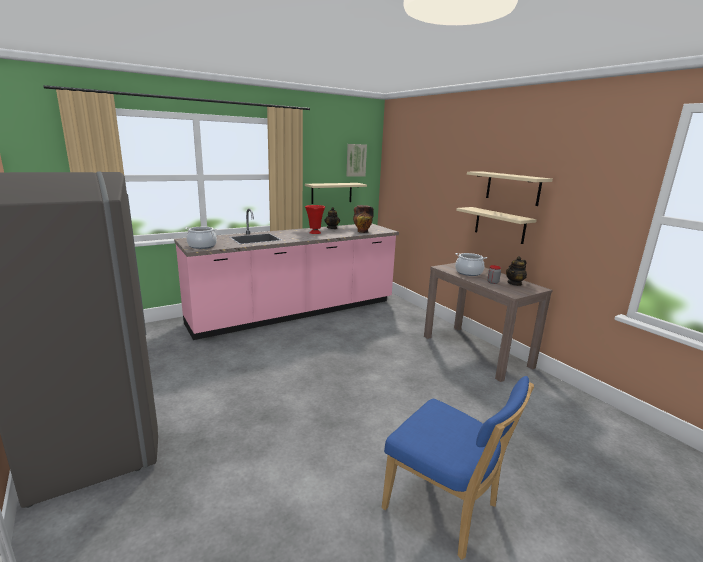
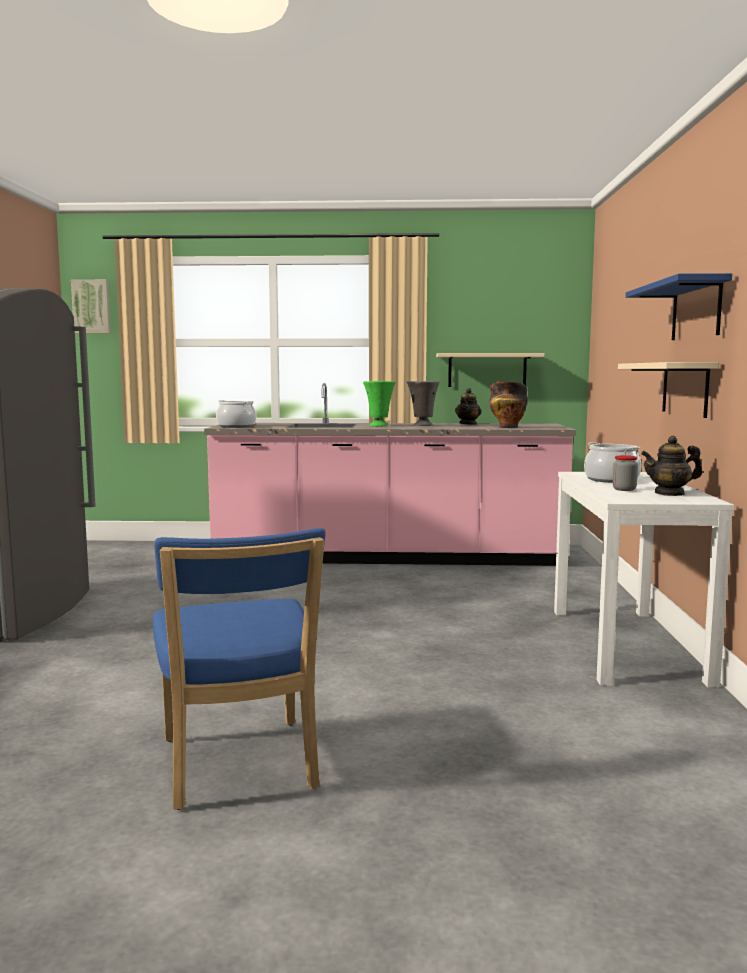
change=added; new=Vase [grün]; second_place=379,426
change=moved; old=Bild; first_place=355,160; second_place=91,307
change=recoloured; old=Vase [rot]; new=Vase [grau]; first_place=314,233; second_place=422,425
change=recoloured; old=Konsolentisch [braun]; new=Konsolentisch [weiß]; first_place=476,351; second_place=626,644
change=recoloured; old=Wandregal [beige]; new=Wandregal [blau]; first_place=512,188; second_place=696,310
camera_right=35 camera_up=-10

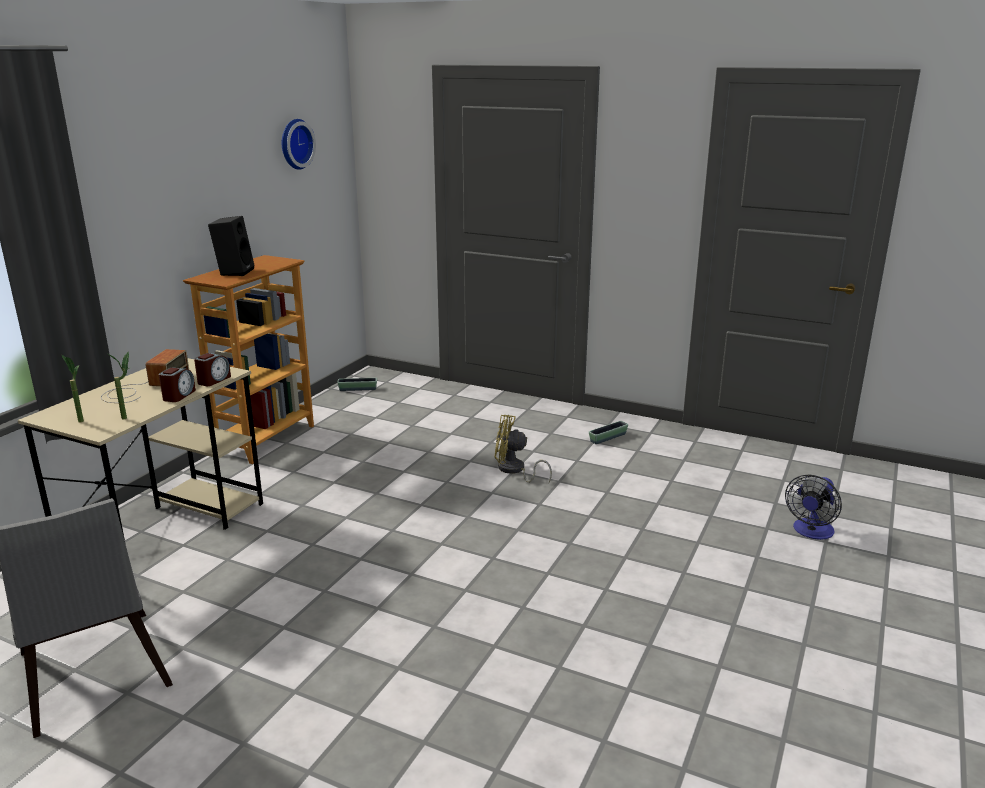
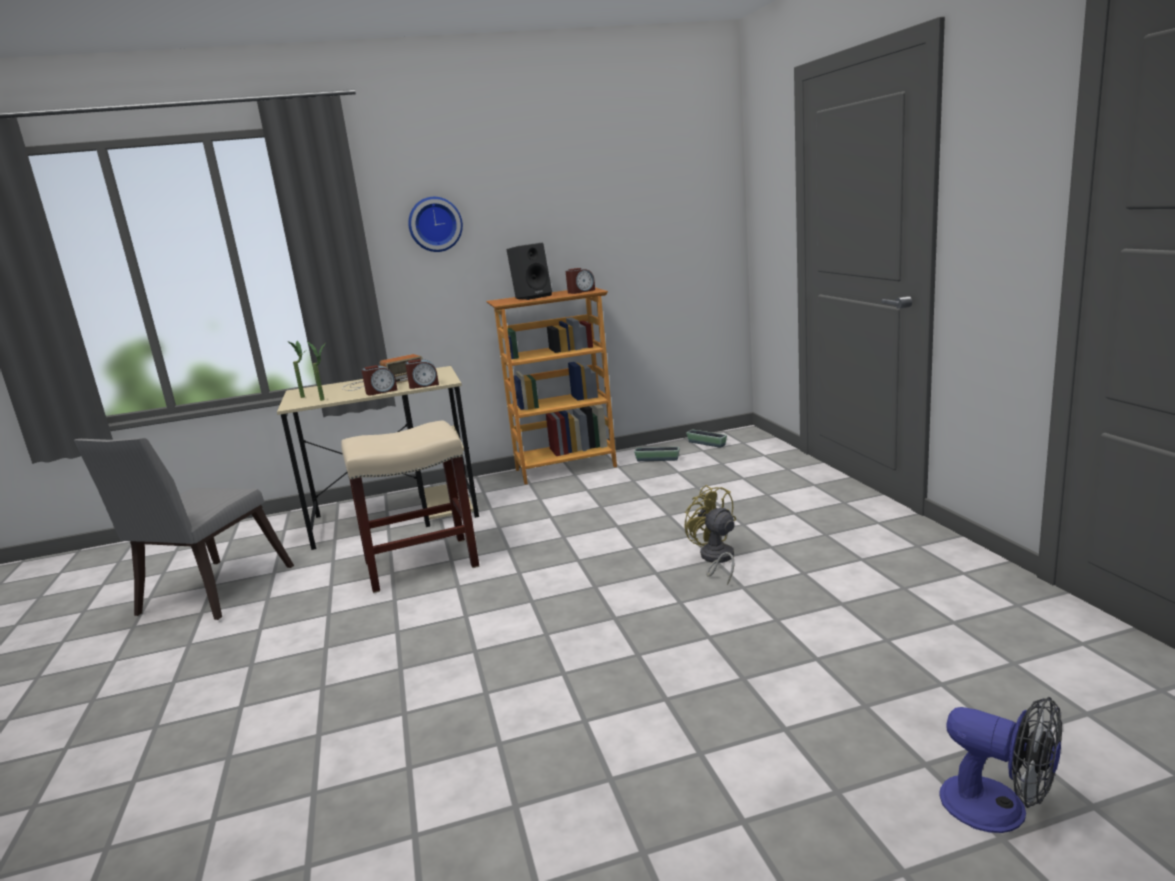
change=added; new=Hocker [beige]; second_place=420,564
change=added; new=Wecker; second_place=581,291
change=moved; old=Wanduhr; first_place=294,144; second_place=435,224
change=moved; old=Pflanzkübel; first_place=608,438; second_place=657,459
change=turned; old=Ventilator; first_place=811,532; second_place=998,810; degrees=-135
camera_right=50 camera_up=-5

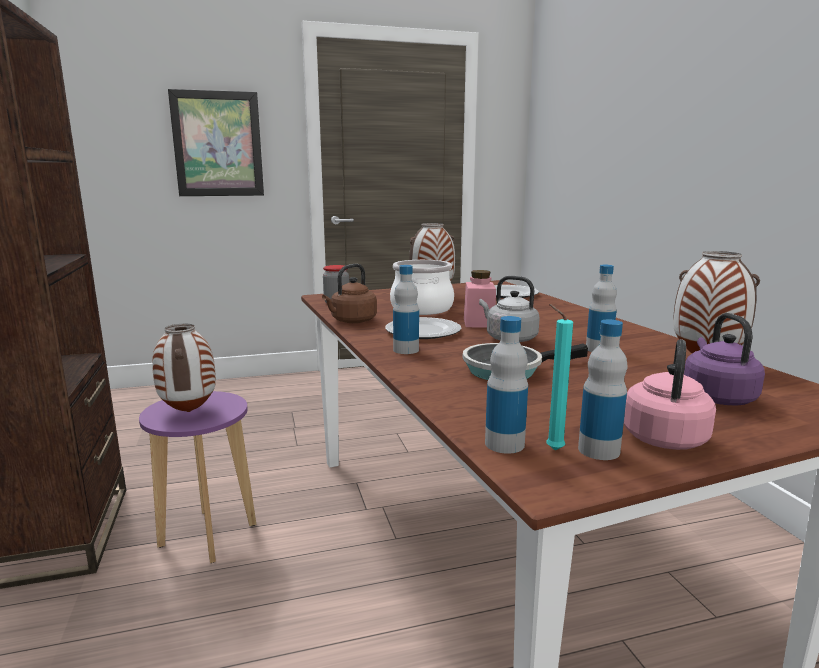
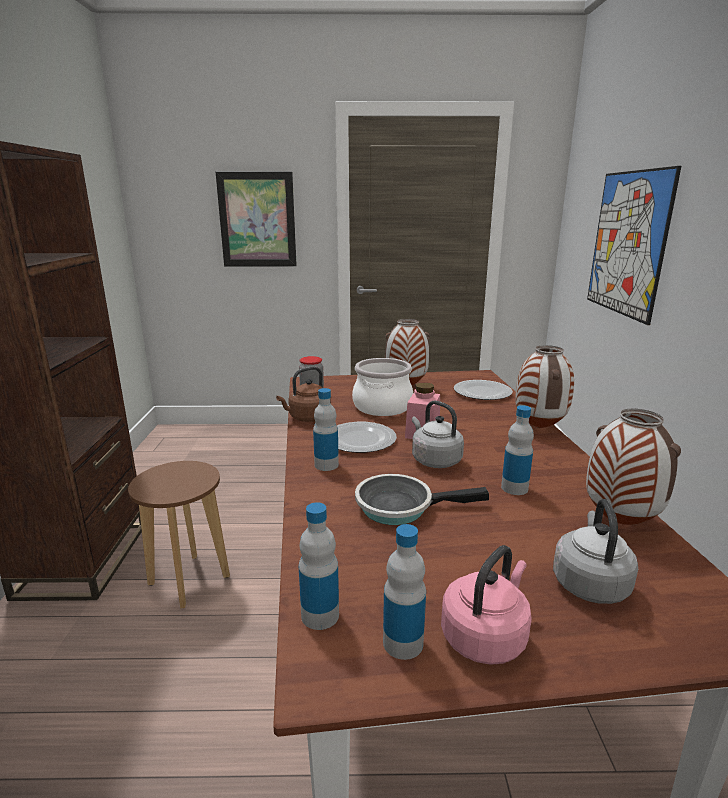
change=removed; old=Kerze [türkis]; first_place=551,449
change=added; new=Bild; second_place=627,243
change=moved; old=Vase; first_place=190,412; second_place=540,428
change=recoloured; old=Hocker [lila]; new=Hocker [braun]; first_place=207,535; second_place=189,580
change=recoloured; old=Wasserkessel [lila]; new=Wasserkessel [grau]; first_place=716,397; second_place=589,582
camera_right=15 camera_up=5

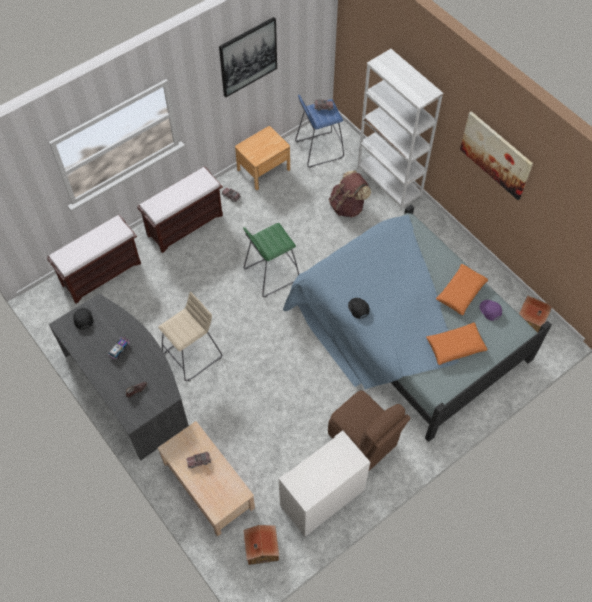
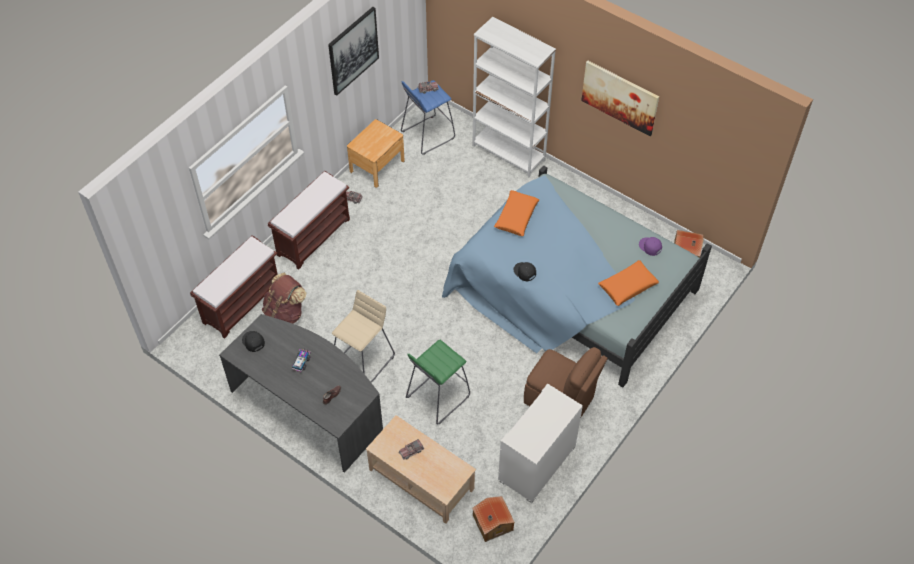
change=moved; old=Hocker [grün]; first_place=270,274; second_place=437,397
change=moved; old=Rucksack [braun]; first_place=348,206; second_place=285,312
change=moved; old=Kissen [orange]; first_place=461,292; second_place=516,217
camera_right=-15 camera_up=-5

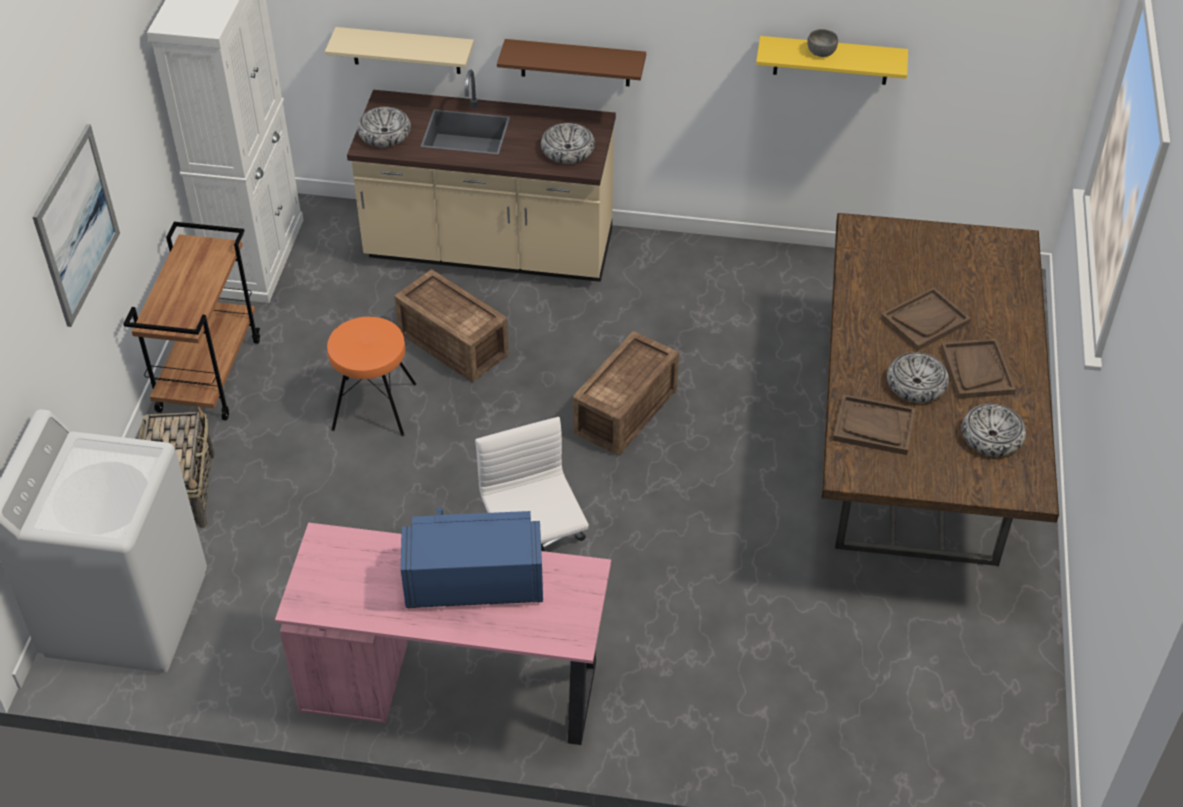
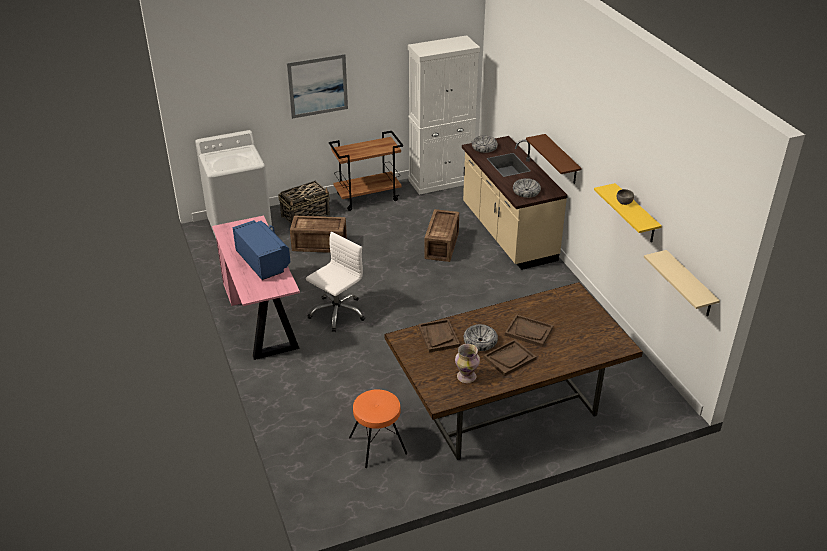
change=moved; old=Wandregal [beige]; first_place=406,50; second_place=689,284
change=moved; old=Hocker [orange]; first_place=373,407; second_place=377,445
change=moved; old=Kiste; first_place=628,411; second_place=320,245
change=replaced; old=Schüssel; new=Vase; first_place=991,437; second_place=466,376
camera_right=60 camera_up=-10

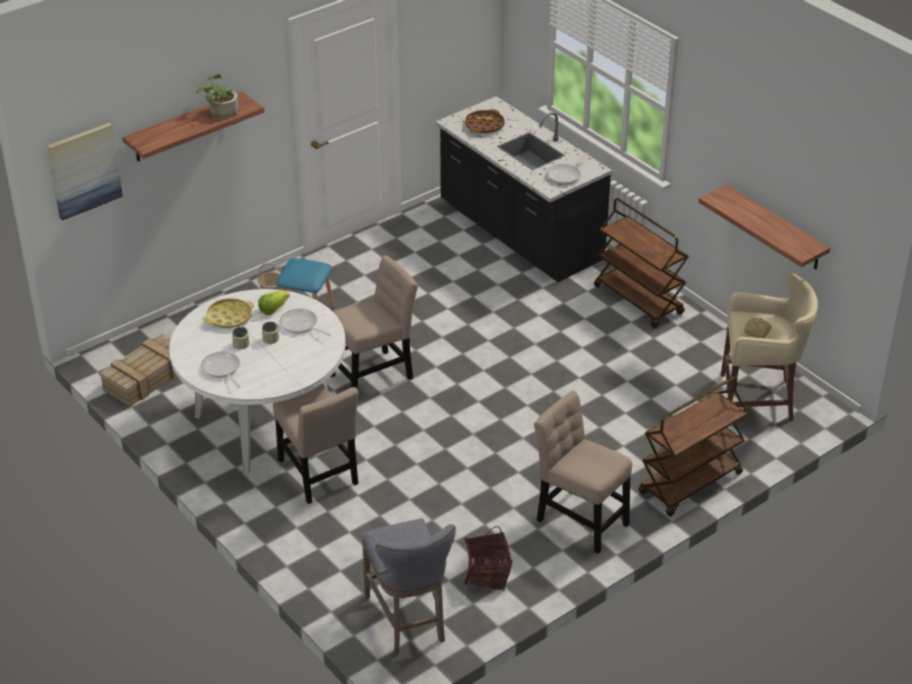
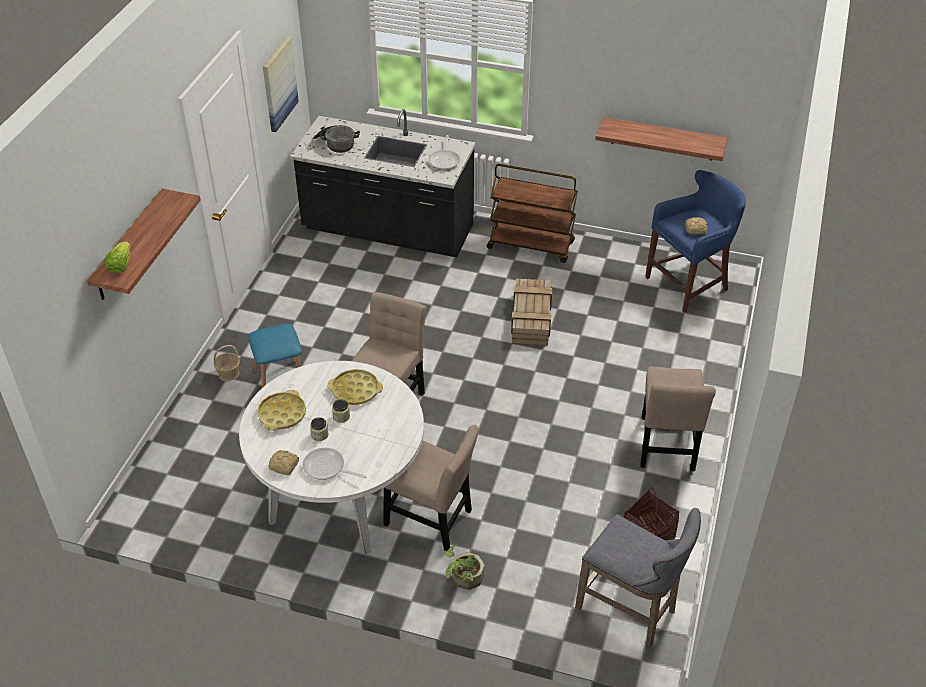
change=removed; old=Rollwagen [braun]; first_place=690,484
change=added; new=Brot; second_place=284,466
change=moved; old=Bild; first_place=84,170; second_place=279,84
change=moved; old=Kiste; first_place=147,377; second_place=531,318
change=moved; old=Topfpflanze; first_place=220,111; second_place=464,579
change=moved; old=Salatkopf; first_place=273,309; second_place=120,265
change=replaced; old=Pfanne; new=Tablett [gelb]; first_place=301,325; second_place=355,390
change=replaced; old=Tablett [braun]; new=Kochtopf; first_place=484,125; second_place=335,144
change=recoloured; old=Hocker [beige]; new=Hocker [blau]; first_place=759,398; second_place=689,284
change=turned; old=Stuhl [beige]; first_place=579,519; second_place=666,447; degrees=-90
camera_right=-35 camera_up=5

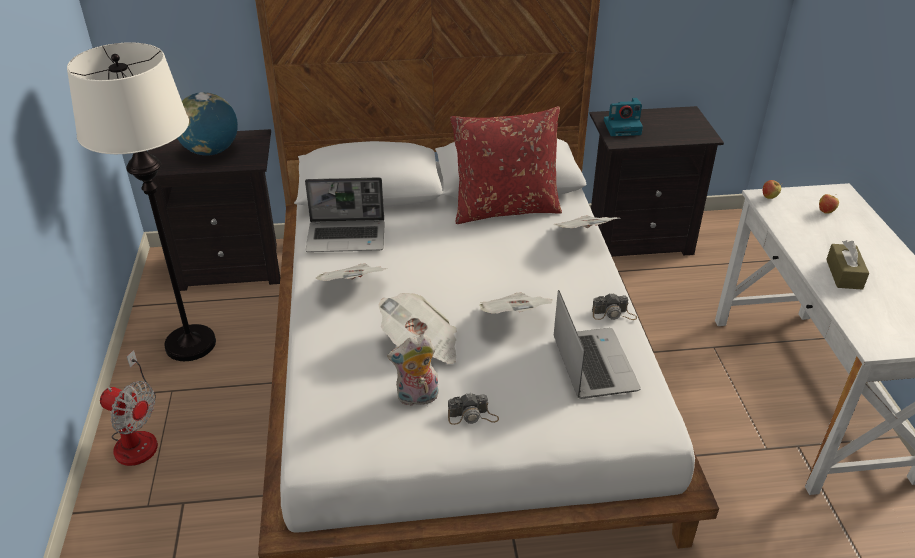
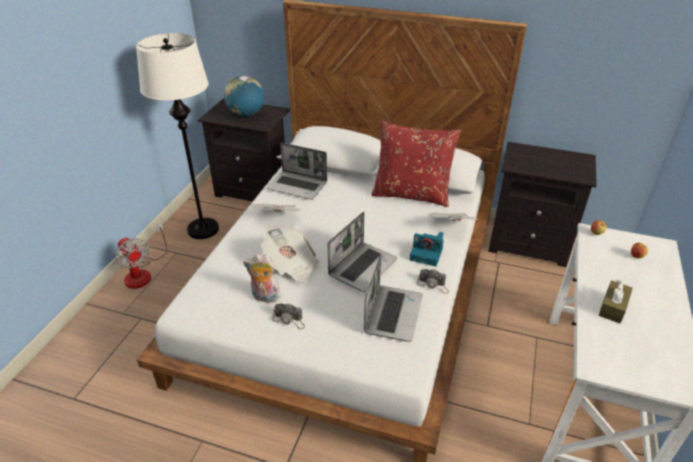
change=moved; old=Kamera; first_place=623,127; second_place=427,254
change=replaced; old=Zeitung; new=Laptop; first_place=514,318; second_place=362,267
camera_right=25 camera_up=0

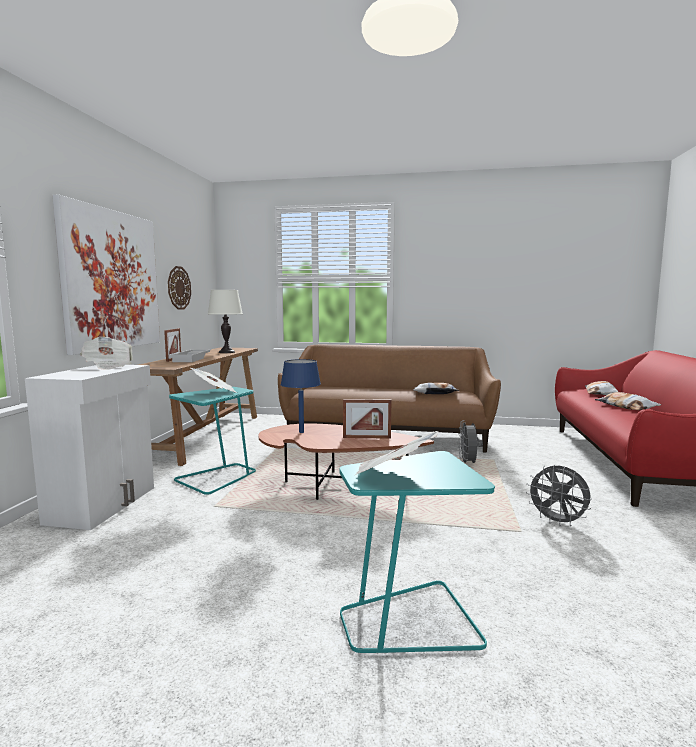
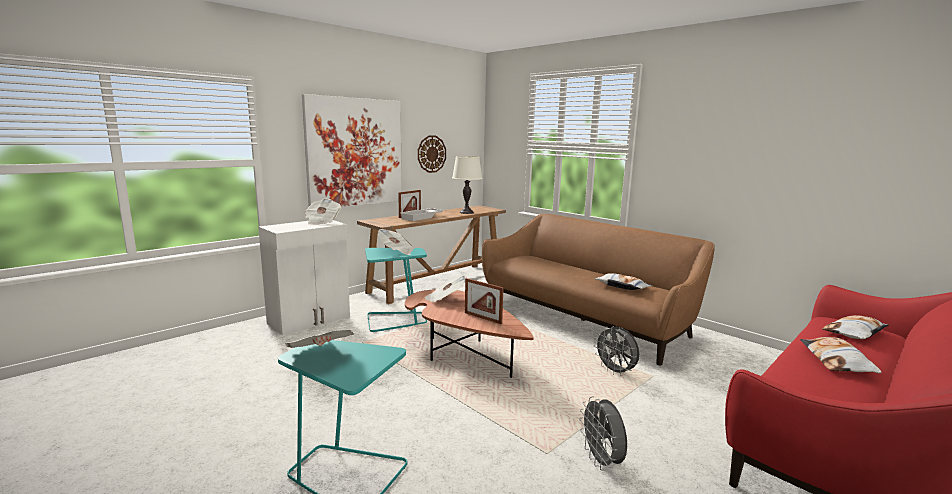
change=replaced; old=Tischlampe [blau]; new=Zeitung; first_place=301,432; second_place=445,299
change=turned; old=Ventilator [grau]; first_place=468,464; second_place=615,372; degrees=-75
camera_right=35 camera_up=5

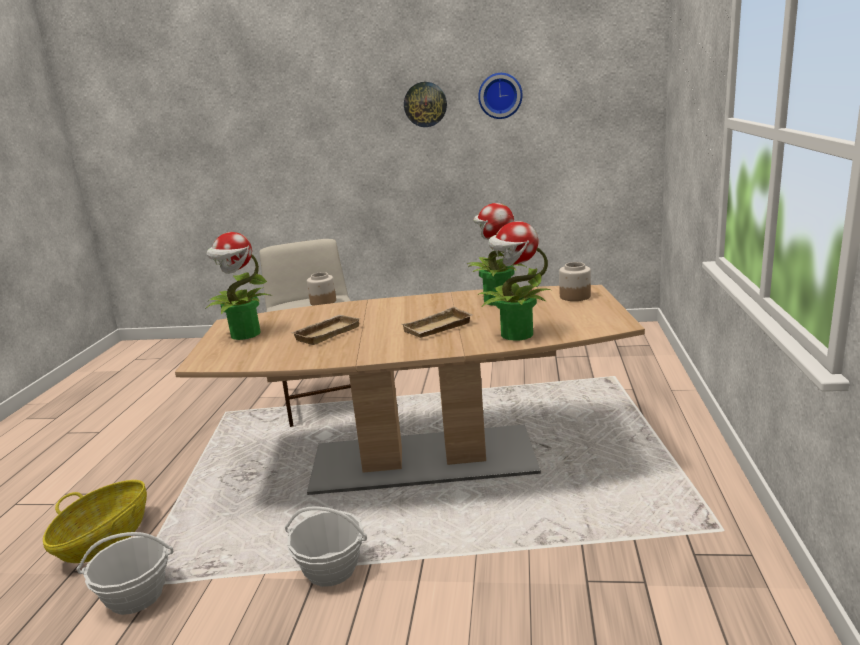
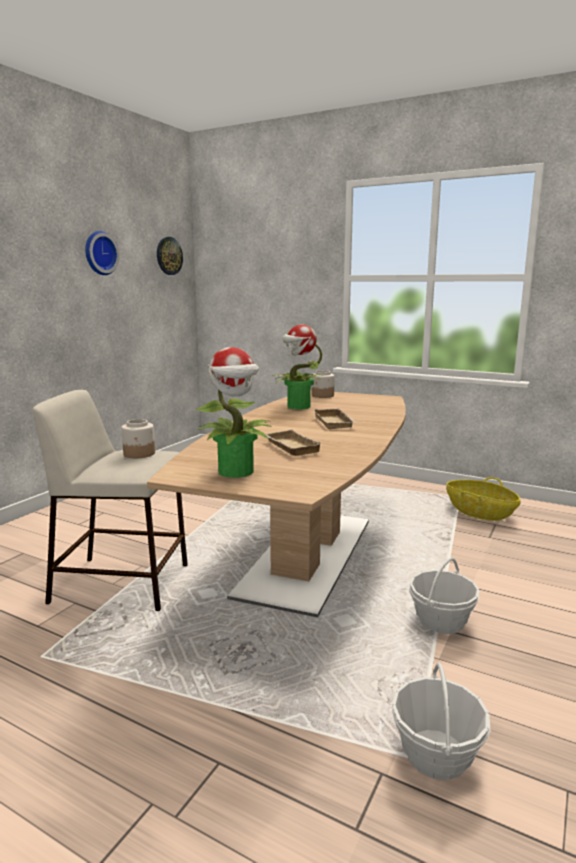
change=removed; old=Topfpflanze; first_place=515,334
change=moved; old=Korb; first_place=105,540; second_place=480,512
change=moved; old=Wanduhr; first_place=425,104; second_place=169,256
camera_right=-70 camera_up=-5

